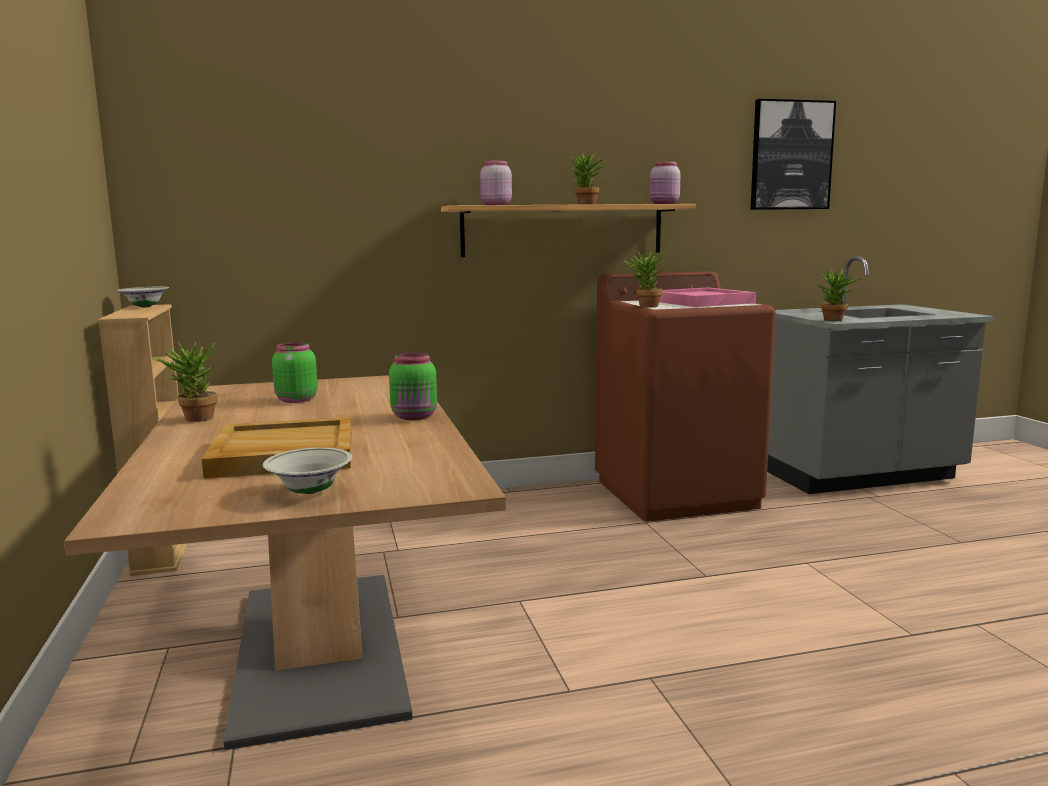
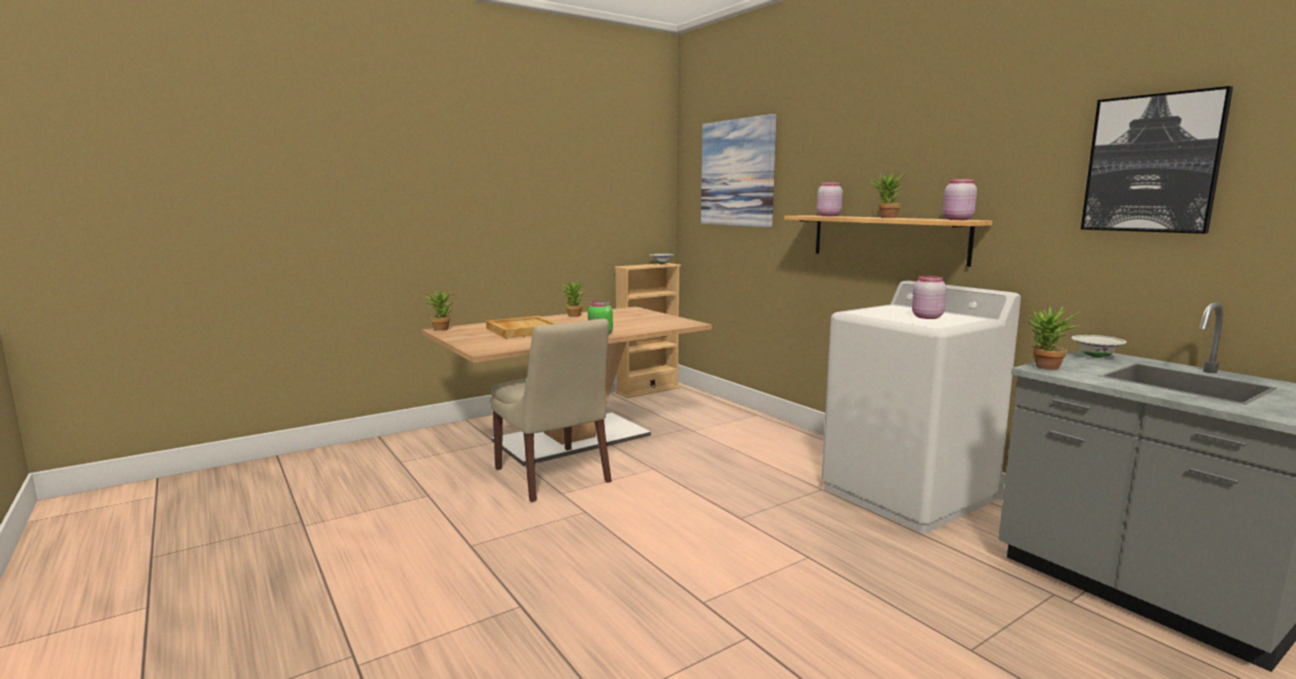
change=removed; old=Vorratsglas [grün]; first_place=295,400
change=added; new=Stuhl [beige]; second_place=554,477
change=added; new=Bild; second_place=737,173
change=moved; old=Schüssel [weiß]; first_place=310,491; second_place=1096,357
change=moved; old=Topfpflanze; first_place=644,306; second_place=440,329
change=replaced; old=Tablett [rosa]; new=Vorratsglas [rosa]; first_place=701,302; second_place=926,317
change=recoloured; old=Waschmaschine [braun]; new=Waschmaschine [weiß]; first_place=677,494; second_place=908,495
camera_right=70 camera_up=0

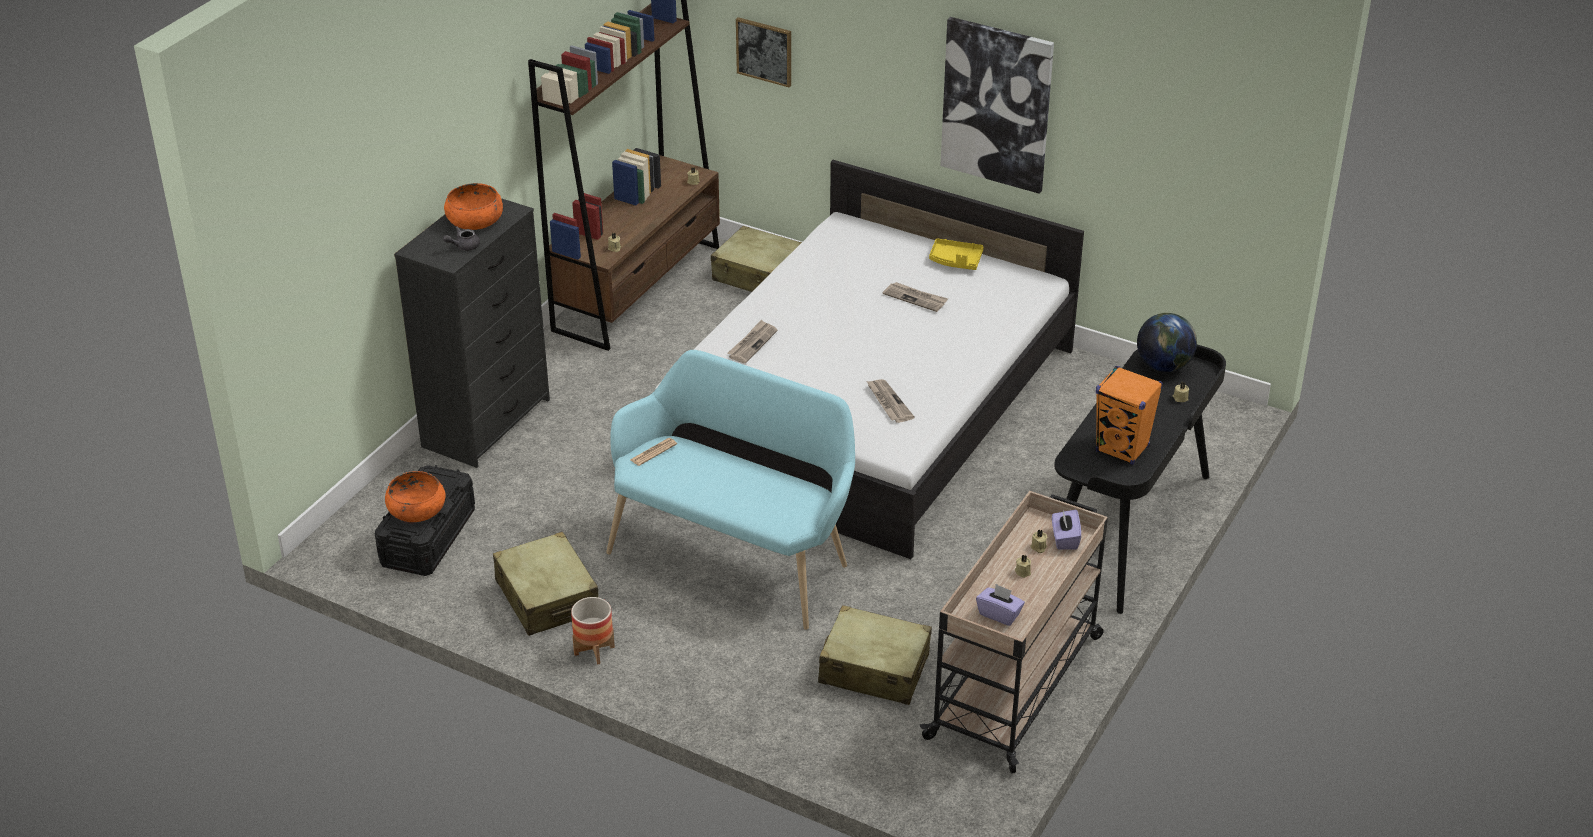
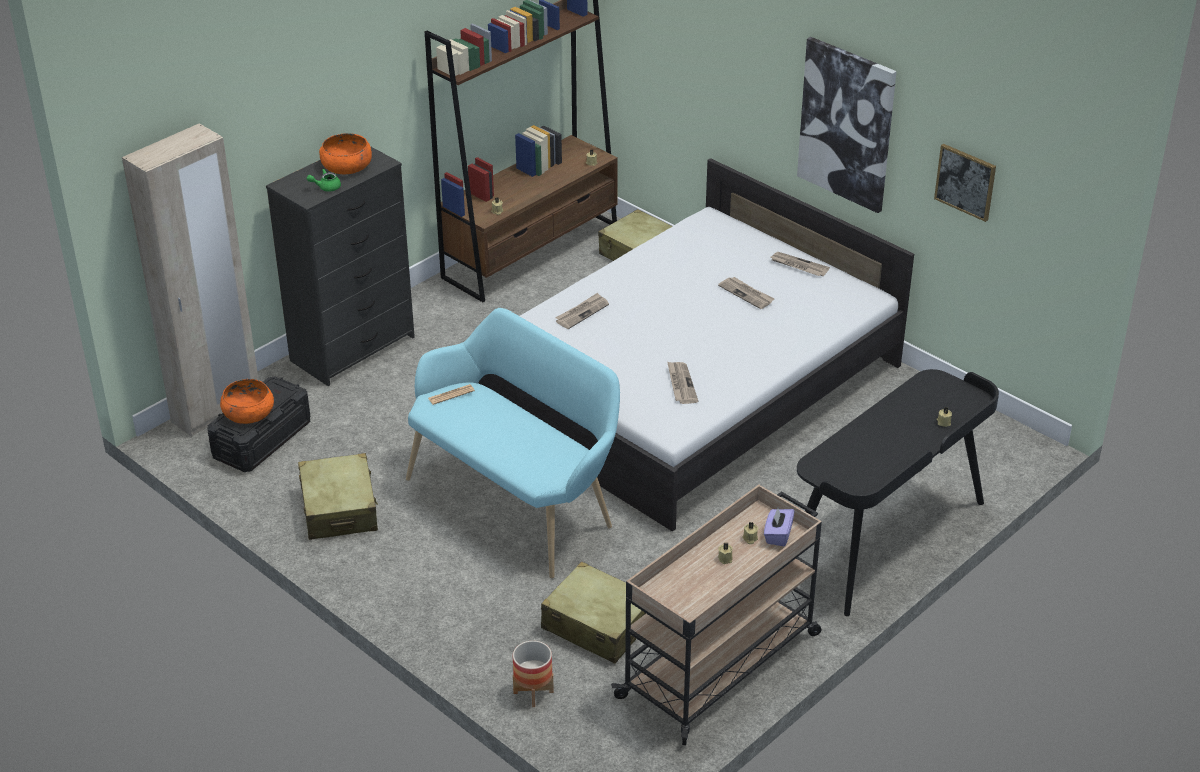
change=removed; old=Taschentuchbox [lila]; first_place=999,614
change=removed; old=Lautsprecher [orange]; first_place=1122,449
change=removed; old=Globus; first_place=1164,365
change=added; new=Kleiderschrank [beige]; second_place=216,410
change=moved; old=Pflanzkübel; first_place=594,650; second_place=533,692
change=moved; old=Bild; first_place=764,51; second_place=965,181
change=replaced; old=Tablett [gelb]; new=Zeitung; first_place=955,261; second_place=798,266
change=recoloured; old=Teekanne [grau]; new=Teekanne [grün]; first_place=463,246; second_place=326,187
camera_right=15 camera_up=0

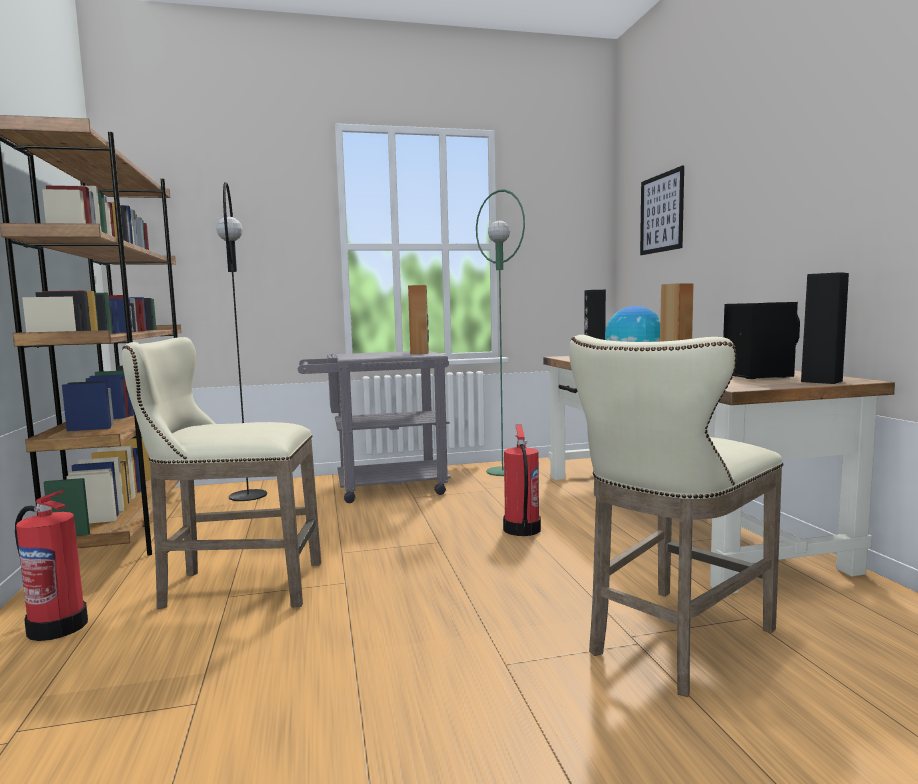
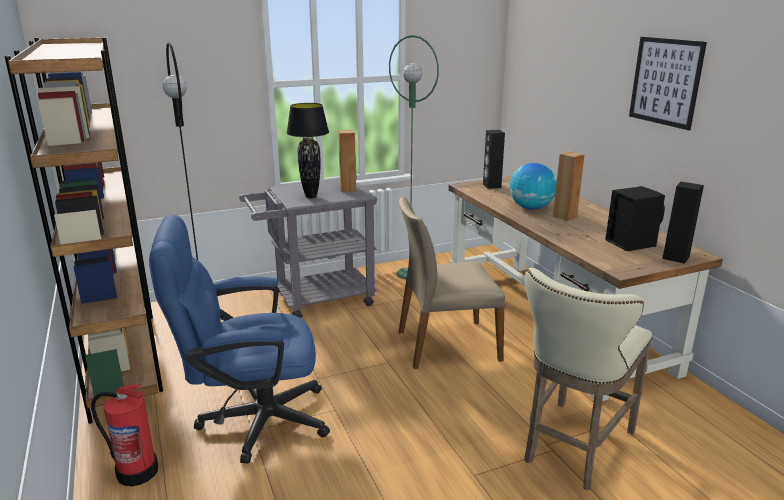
change=added; new=Tischlampe [schwarz]; second_place=311,196
change=moved; old=Bild; first_place=661,213; second_place=665,82
change=replaced; old=Hocker [beige]; new=Bürostuhl [blau]; first_place=234,587; second_place=251,421
change=replaced; old=Feuerlöscher; new=Stuhl [beige]; first_place=521,530; second_place=446,344
camera_right=-10 camera_up=15

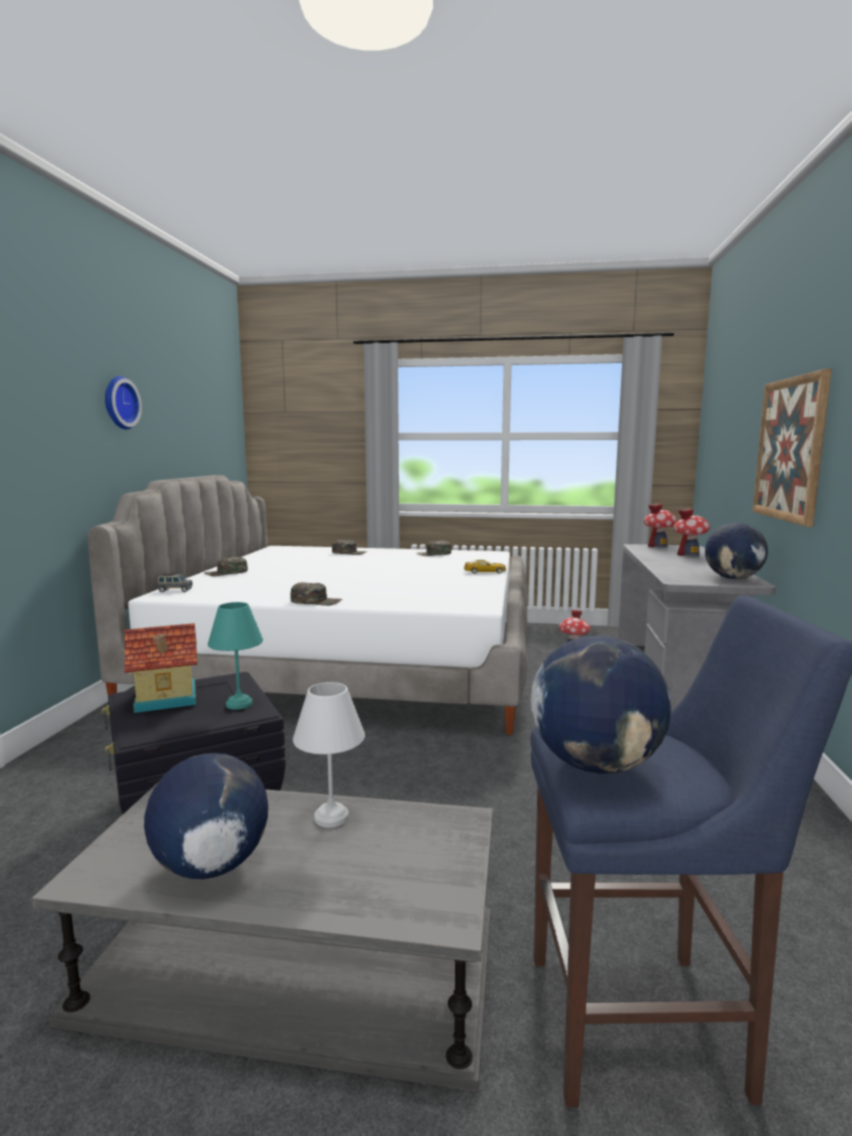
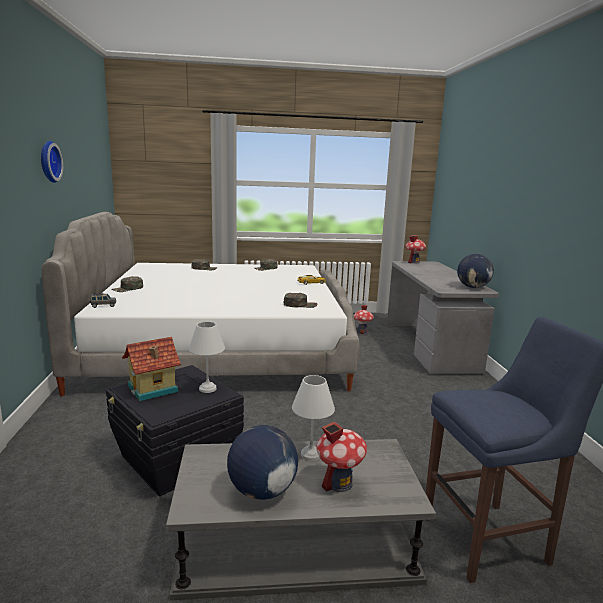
change=removed; old=Globus; first_place=595,764
change=removed; old=Bild; first_place=789,449
change=moved; old=Kappe [grün]; first_place=316,601; second_place=300,305
change=moved; old=Spielzeughaus; first_place=689,554; second_place=339,483
change=recoloured; old=Tischlampe [türkis]; new=Tischlampe [weiß]; first_place=239,703; second_place=207,388
camera_right=-15 camera_up=5

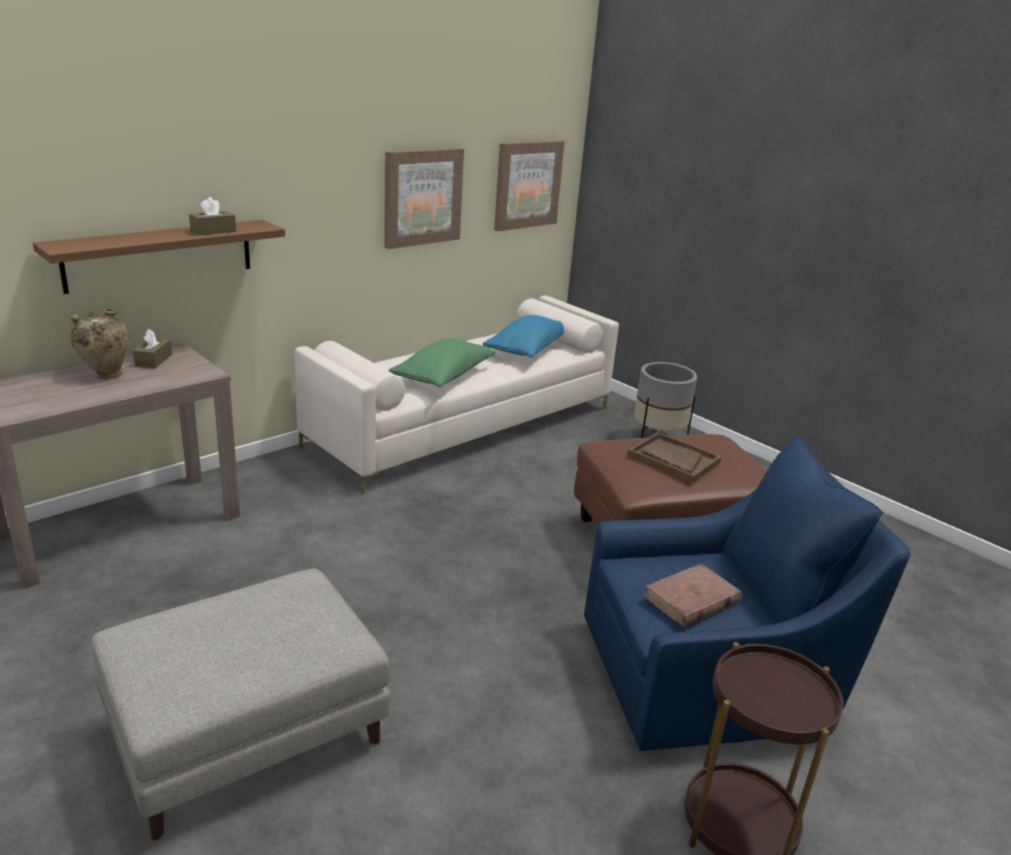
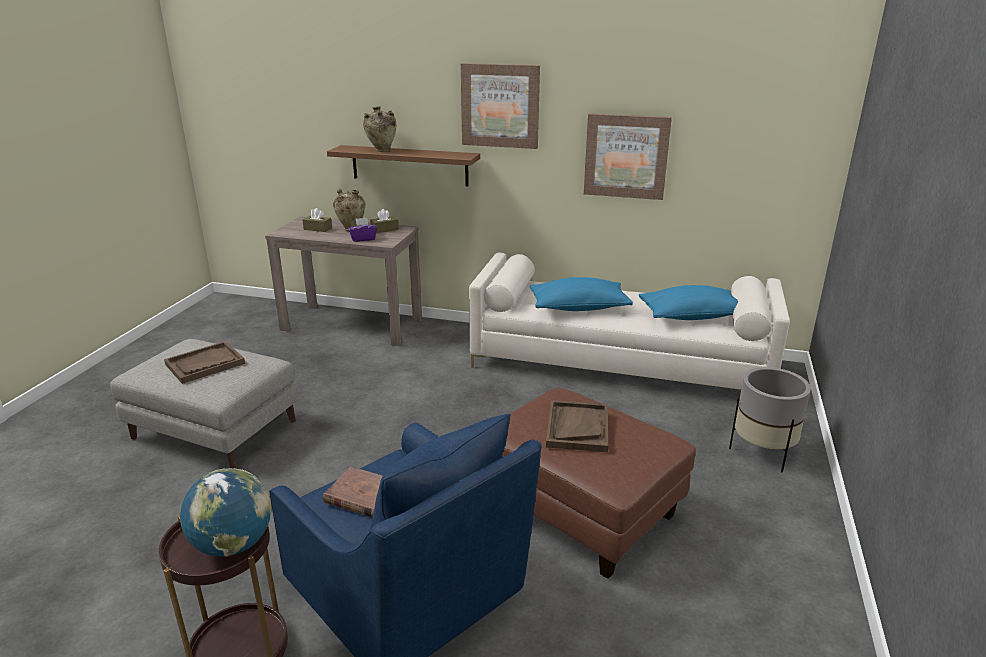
change=added; new=Tablett [braun]; second_place=205,364
change=added; new=Globus; second_place=233,545
change=added; new=Taschentuchbox [lila]; second_place=363,239
change=added; new=Vase [beige]; second_place=381,151
change=moved; old=Taschentuchbox [braun]; first_place=213,231; second_place=317,229
change=moved; old=Bild; first_place=527,184; second_place=500,105
change=recoloured; old=Kissen [grün]; new=Kissen [blau]; first_place=443,376; second_place=579,308
camera_right=60 camera_up=0

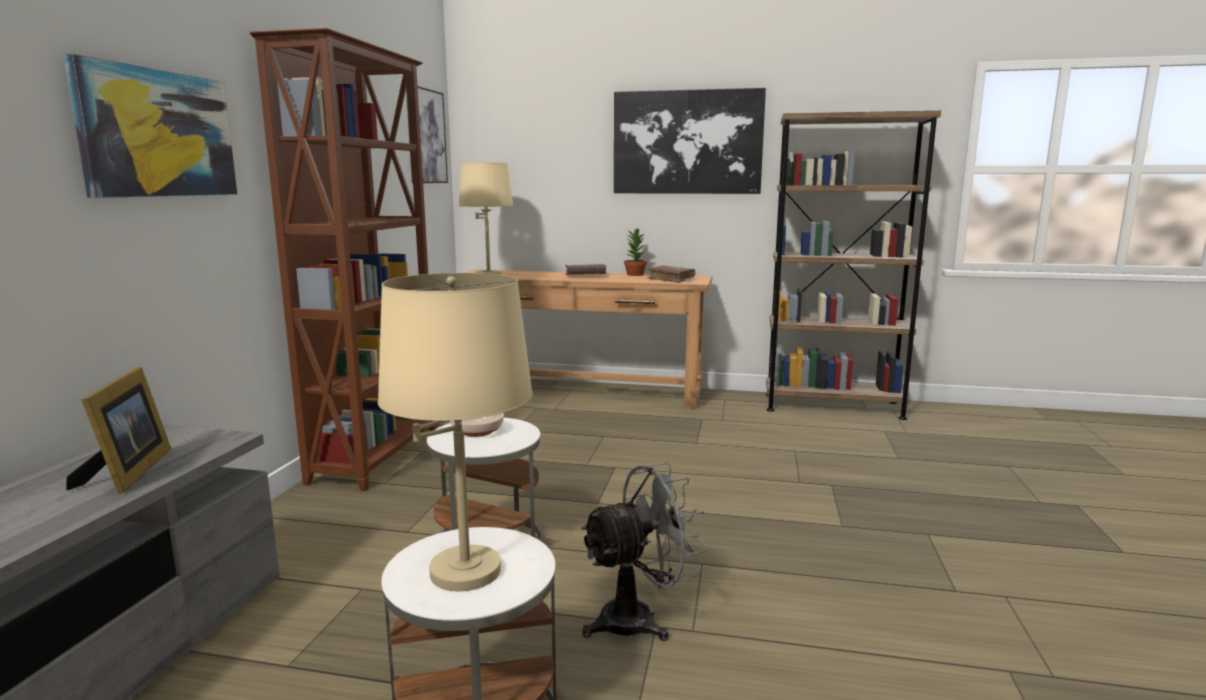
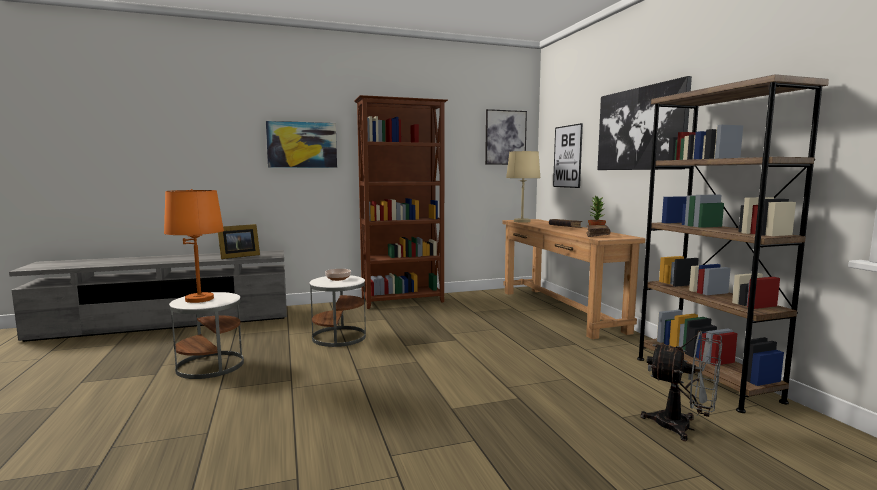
change=added; new=Bild; second_place=567,156
change=moved; old=Ventilator [grau]; first_place=639,619; second_place=683,428
change=recoloured; old=Tischlampe [beige]; new=Tischlampe [orange]; first_place=465,571; second_place=200,299
camera_right=60 camera_up=-5

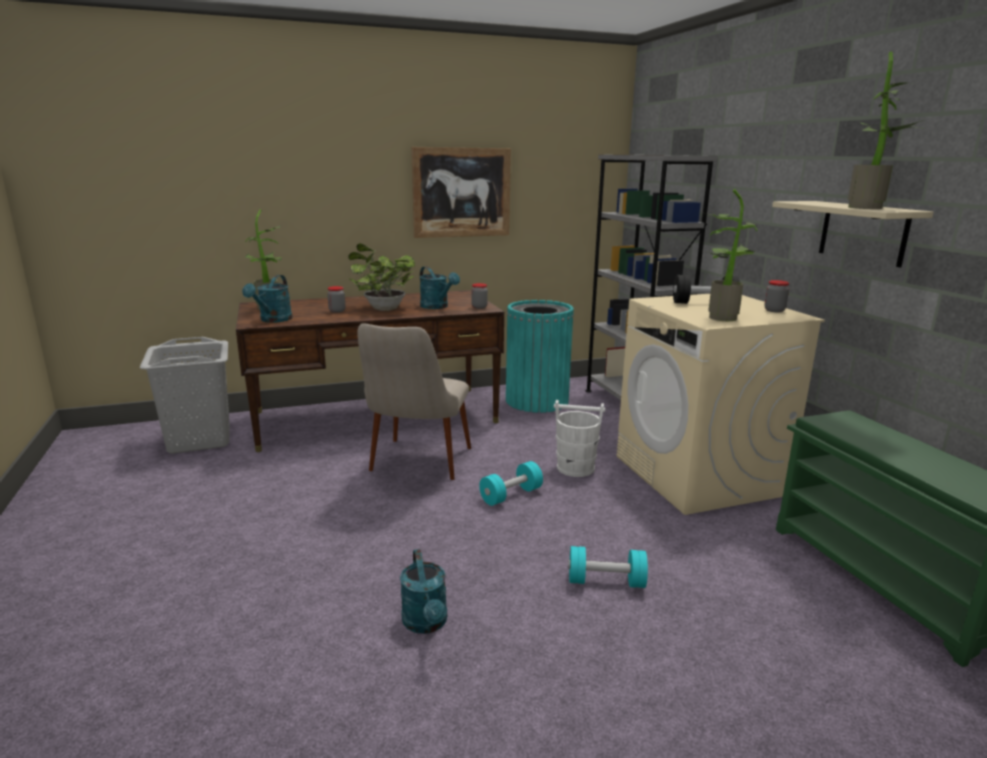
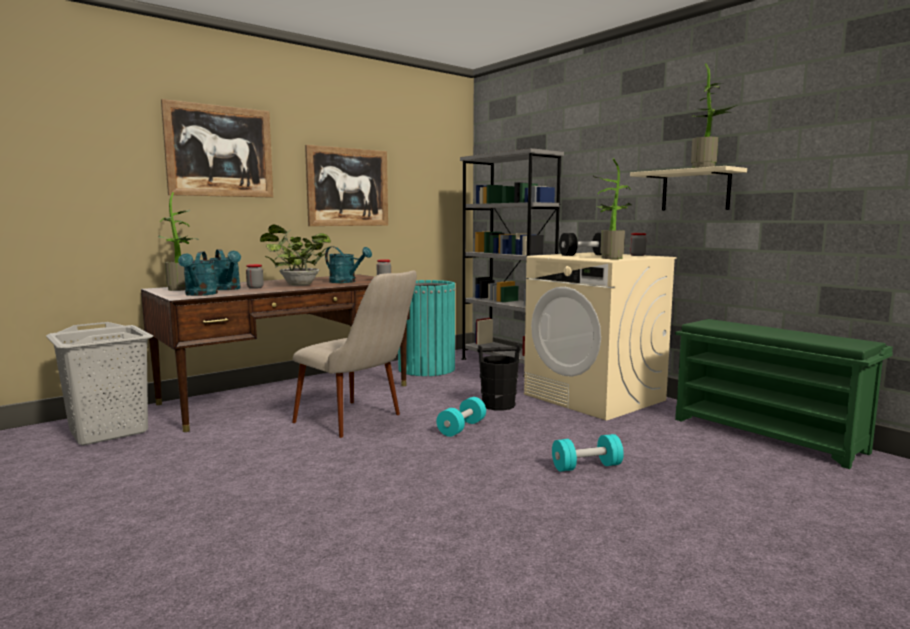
change=added; new=Bild; second_place=220,151
change=moved; old=Gießkanne [türkis]; first_place=426,624; second_place=227,289
change=recoloured; old=Eimer [weiß]; new=Eimer [schwarz]; first_place=575,468; second_place=498,405
change=turned; old=Stuhl [beige]; first_place=416,467; second_place=359,422; degrees=-45
camera_right=-20 camera_up=-10

